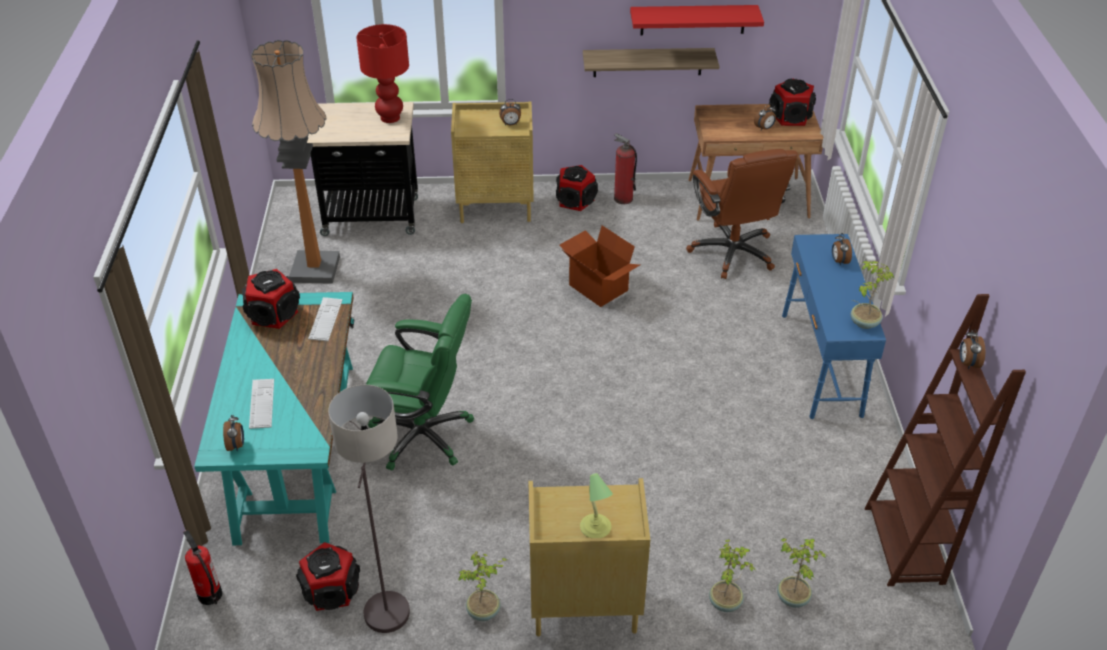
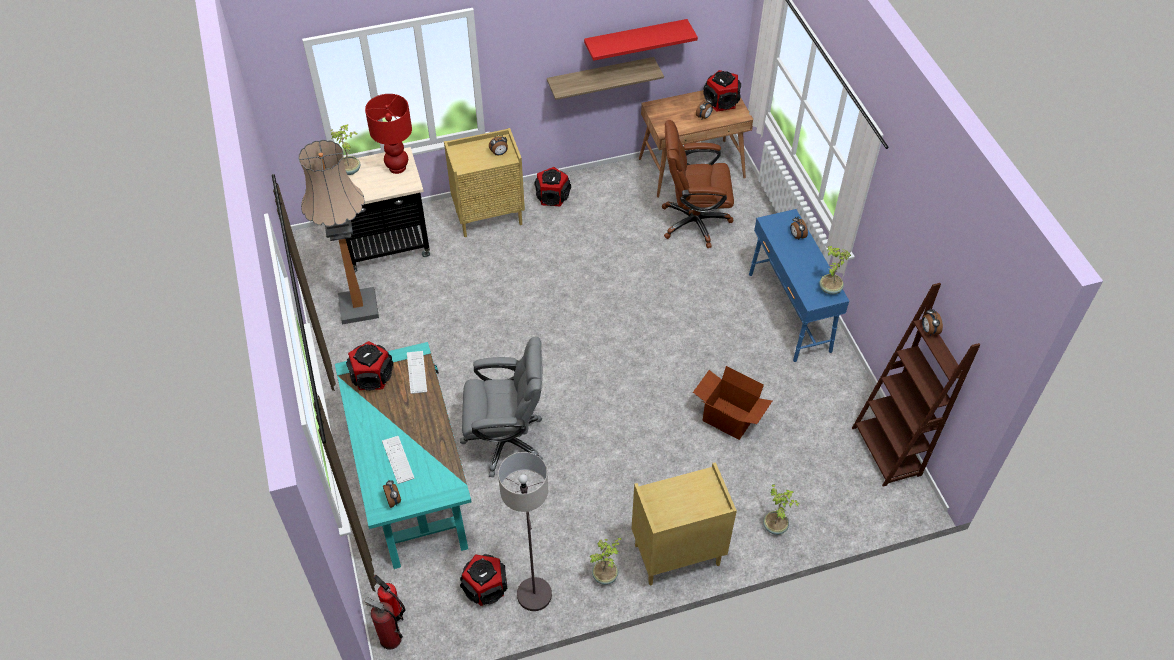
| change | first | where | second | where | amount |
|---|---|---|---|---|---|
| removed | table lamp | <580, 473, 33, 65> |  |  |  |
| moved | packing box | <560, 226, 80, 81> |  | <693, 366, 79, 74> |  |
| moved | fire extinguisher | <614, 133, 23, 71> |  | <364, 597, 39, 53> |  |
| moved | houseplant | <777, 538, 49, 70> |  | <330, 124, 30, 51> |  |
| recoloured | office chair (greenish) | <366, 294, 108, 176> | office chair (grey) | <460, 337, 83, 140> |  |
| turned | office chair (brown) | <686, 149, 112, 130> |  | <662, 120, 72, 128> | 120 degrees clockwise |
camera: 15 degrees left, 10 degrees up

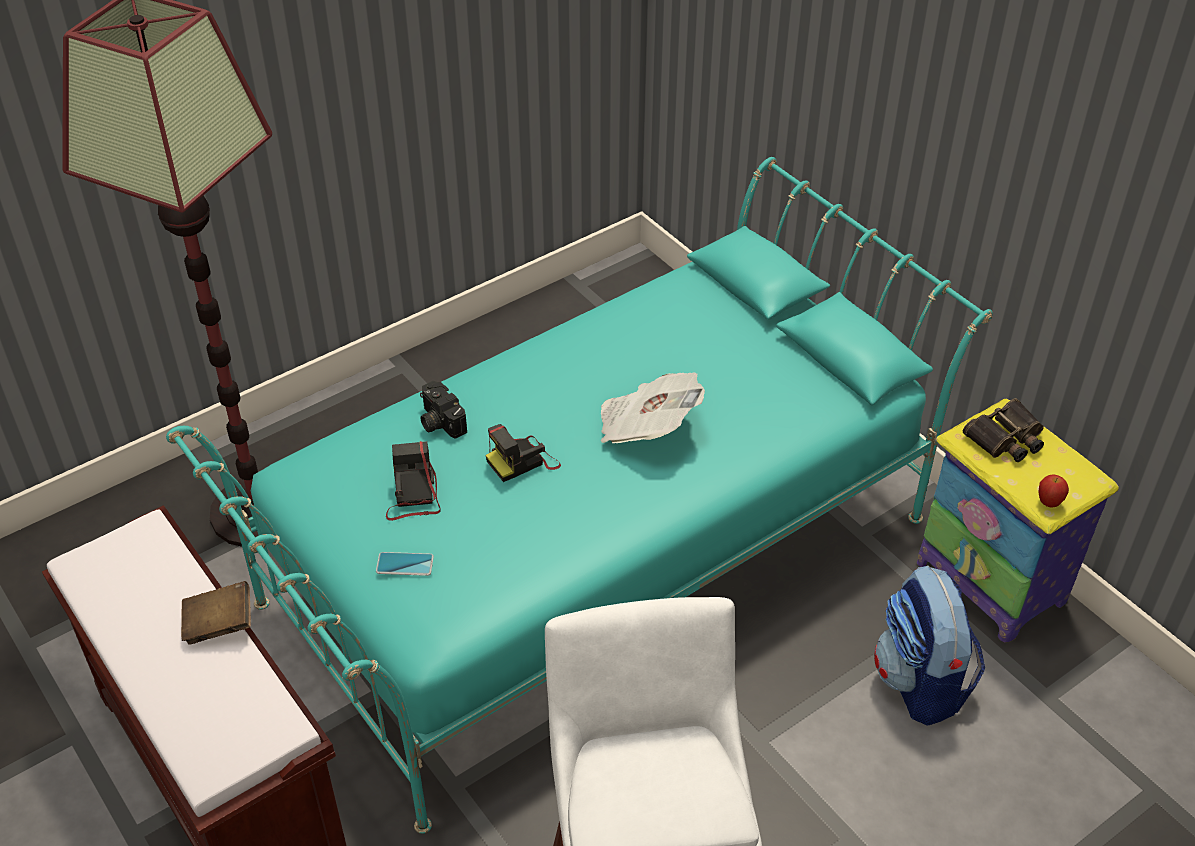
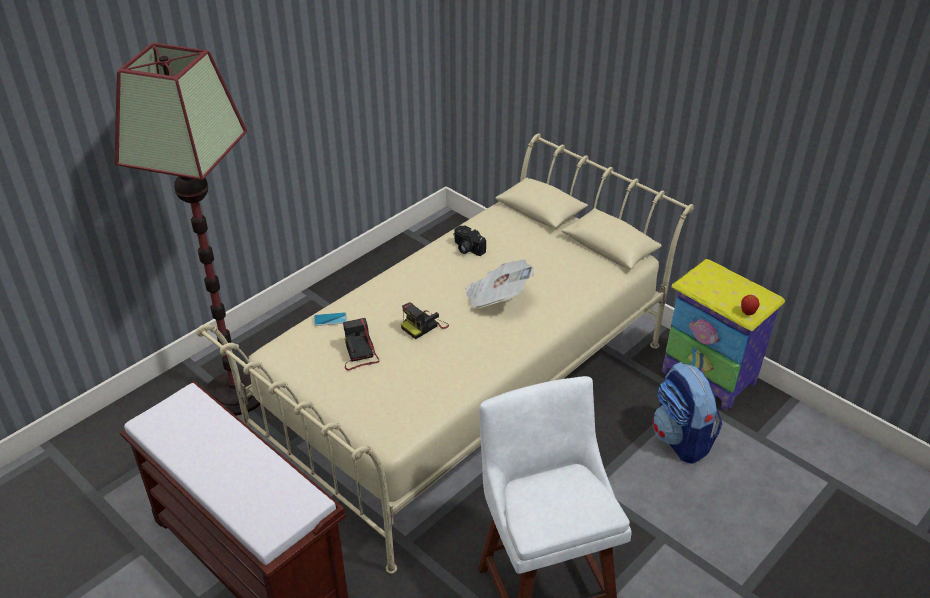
| change | first | where | second | where | amount |
|---|---|---|---|---|---|
| removed | volume (brown) | <181, 581, 70, 64> |  |  |  |
| removed | field glasses | <963, 398, 81, 64> |  |  |  |
| moved | phone | <376, 552, 58, 24> |  | <314, 312, 33, 14> |  |
| moved | still camera | <420, 381, 47, 58> |  | <453, 225, 33, 31> |  |
| recoloured | bedroom bed (blue-green) | <166, 157, 827, 677> | bedroom bed (beige) | <196, 134, 498, 440> |  |
camera: 10 degrees left, 5 degrees down

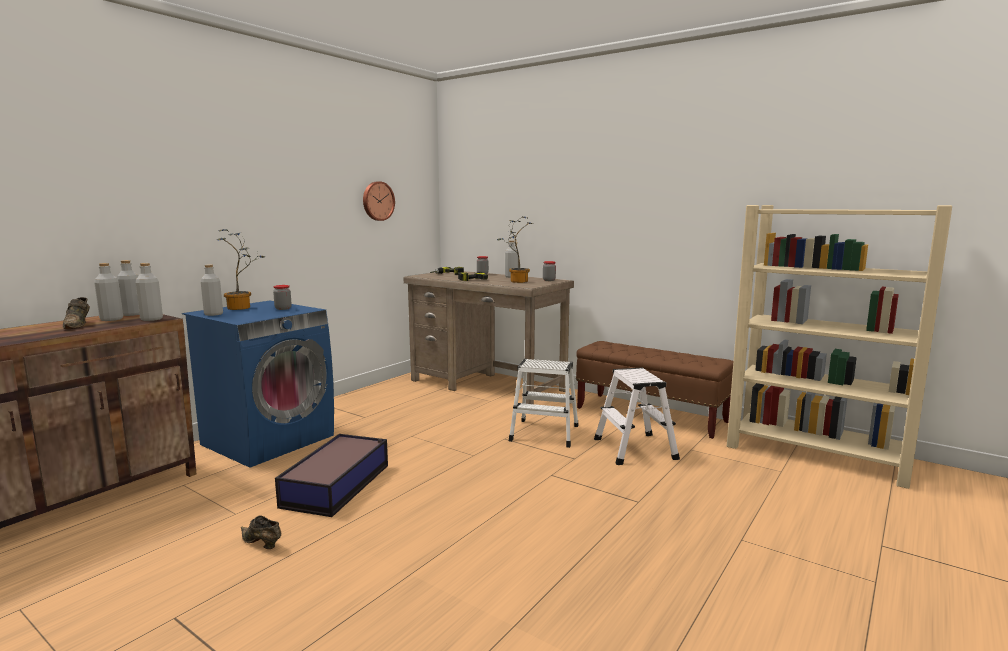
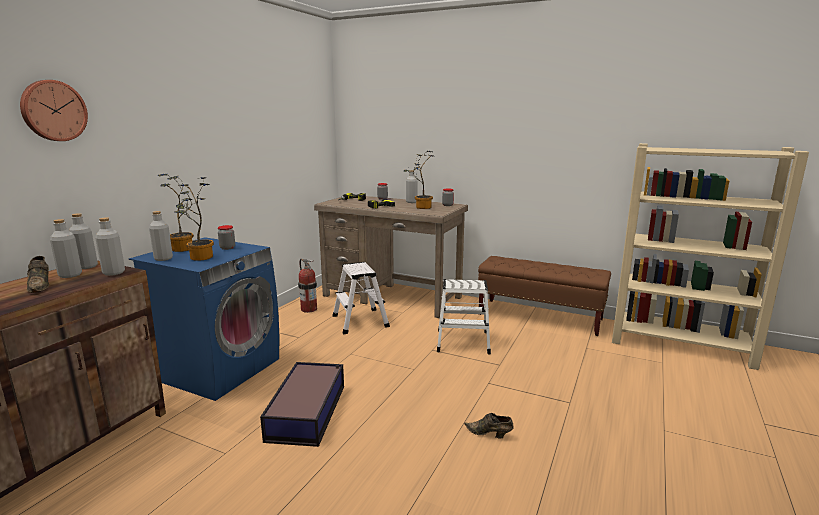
| change | first | where | second | where | amount |
|---|---|---|---|---|---|
| added |  |  | houseplant | <174, 177, 40, 84> |  |
| added |  |  | fire extinguisher | <298, 259, 19, 54> |  |
| moved | low shoe (brown) | <241, 516, 41, 33> |  | <464, 413, 50, 26> |  |
| moved | wall clock | <363, 181, 32, 40> |  | <20, 80, 68, 61> |  |
| moved | step ladder (white) | <594, 367, 86, 98> |  | <332, 262, 58, 72> |  |
camera: 10 degrees left, 5 degrees up

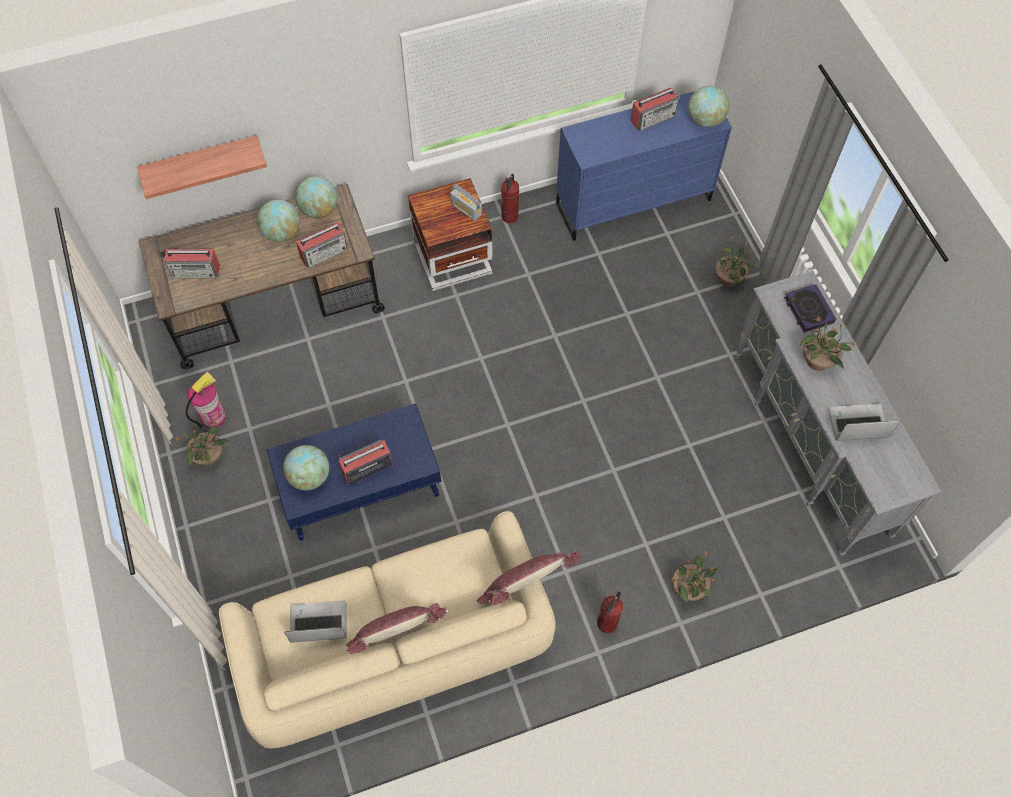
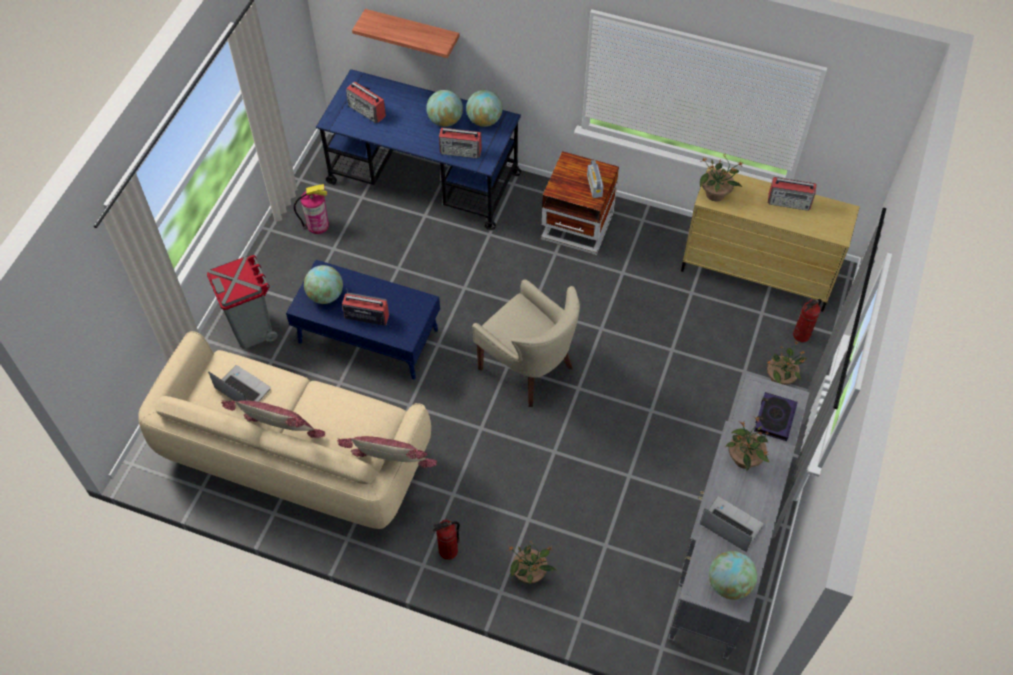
| change | first | where | second | where | amount |
|---|---|---|---|---|---|
| added |  |  | waste bin (grey) | <207, 255, 71, 94> |  |
| added |  |  | lounge chair (beige) | <472, 279, 108, 128> |  |
| moved | houseplant | <175, 421, 55, 45> |  | <700, 154, 43, 47> |  |
| moved | fire extinguisher | <501, 174, 18, 49> |  | <793, 299, 28, 43> |  |
| moved | globe | <688, 85, 41, 42> |  | <709, 551, 48, 49> |  |
| recoloured | desk unit (brown) | <139, 184, 246, 185> | desk unit (bluish) | <316, 69, 205, 161> |  |
| recoloured | drawer chest (bluish) | <556, 91, 176, 150> | drawer chest (beige) | <681, 166, 179, 146> |  |
camera: 40 degrees right, 5 degrees down

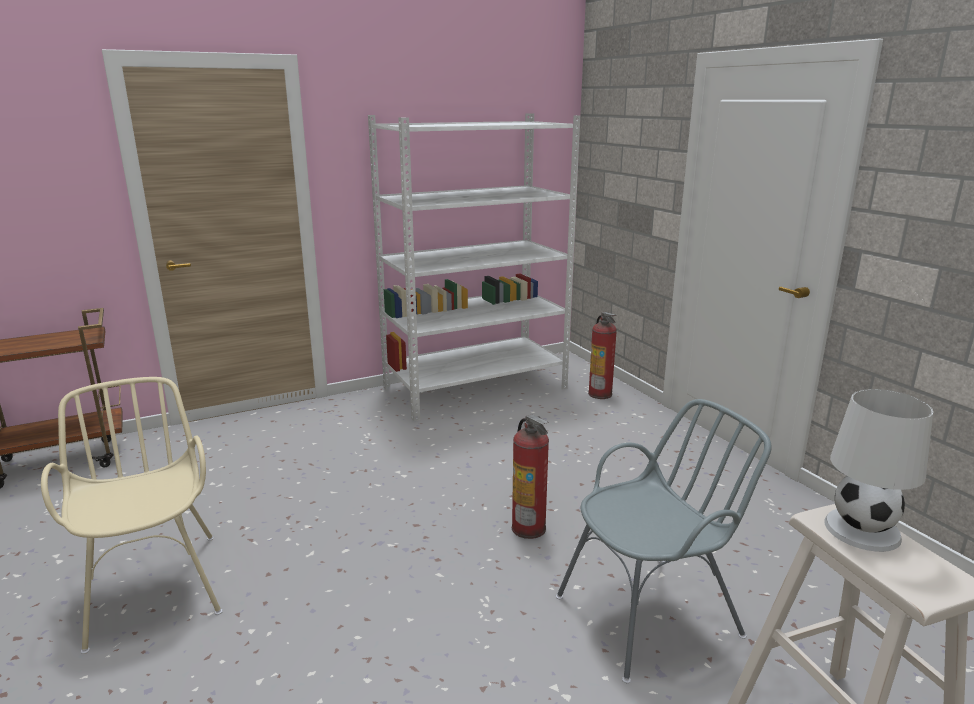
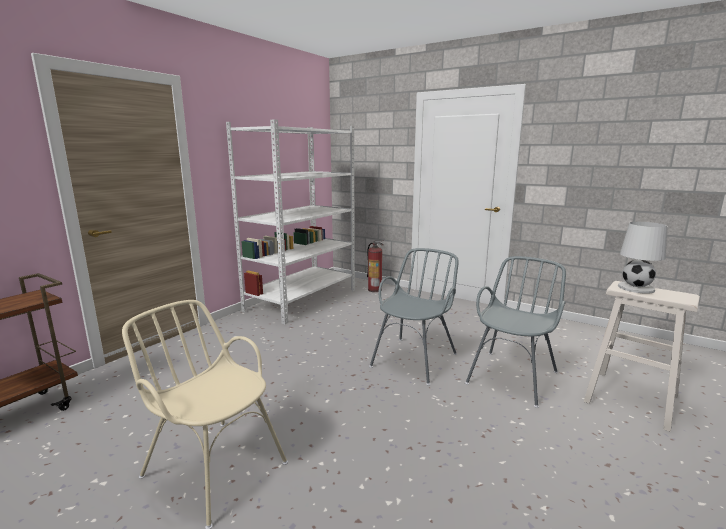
| change | first | where | second | where | amount |
|---|---|---|---|---|---|
| replaced | fire extinguisher | <512, 415, 37, 124> | upright chair (grey) | <369, 248, 90, 138> |  |
camera: 30 degrees left, 5 degrees down

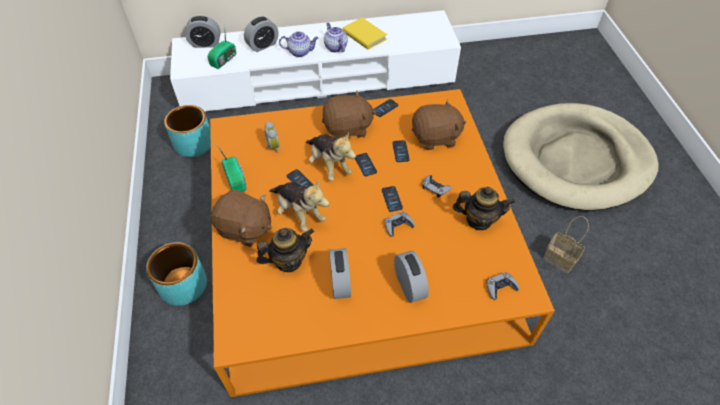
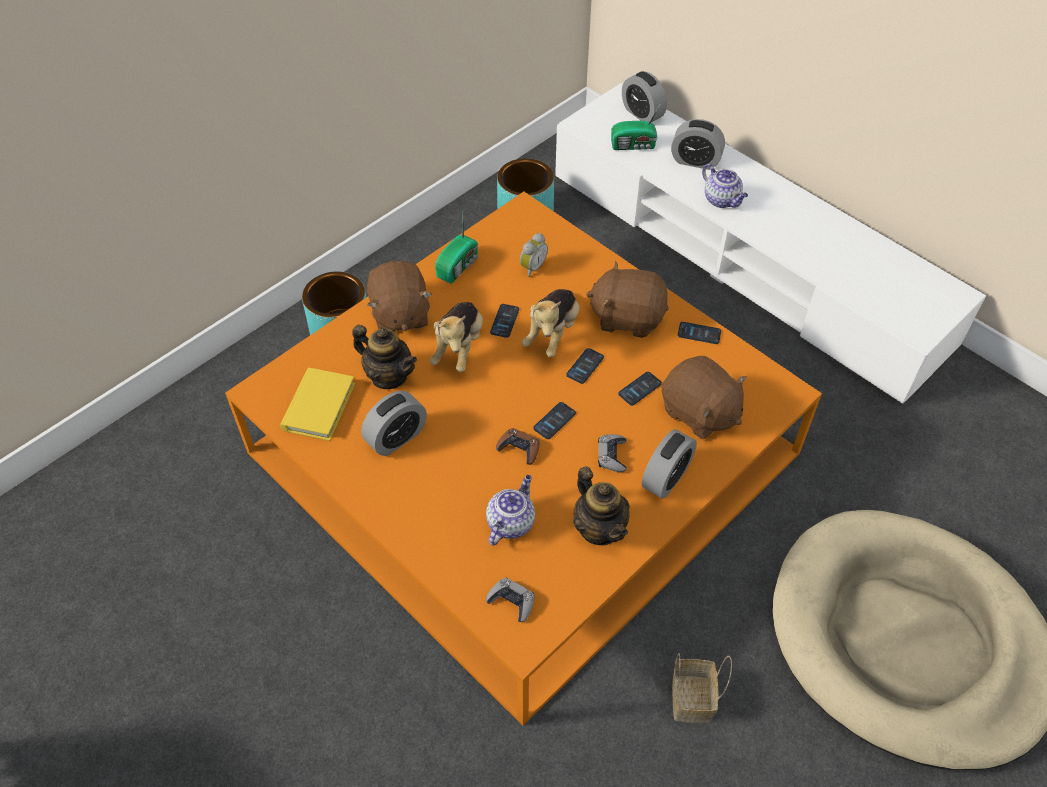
| change | first | where | second | where | amount |
|---|---|---|---|---|---|
| moved | teapot | <324, 23, 24, 29> |  | <486, 475, 49, 71> |  |
| moved | volume (yellow) | <343, 18, 44, 32> |  | <280, 368, 75, 73> |  |
| moved | table clock | <394, 251, 35, 52> |  | <642, 429, 55, 70> |  |
| recoloured | gamepad (grey) | <385, 212, 30, 25> | gamepad (brown) | <496, 428, 44, 37> |  |
| turned | soft toy (brown) | <322, 91, 54, 48> |  | <586, 261, 83, 77> | 150 degrees clockwise |
camera: 55 degrees right, 0 degrees up

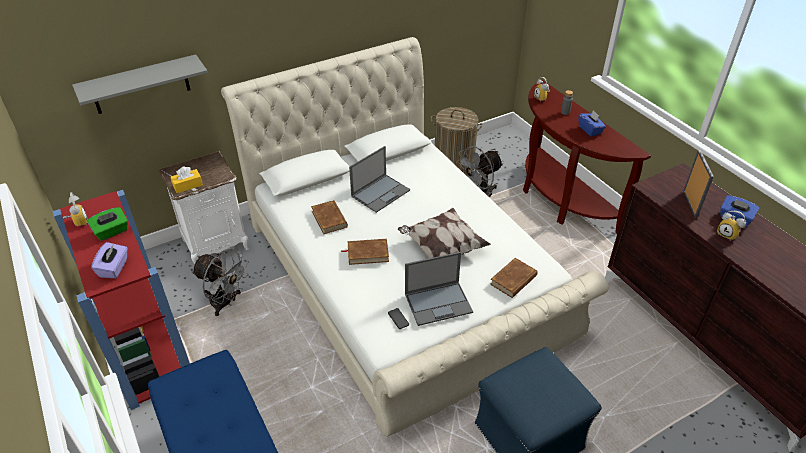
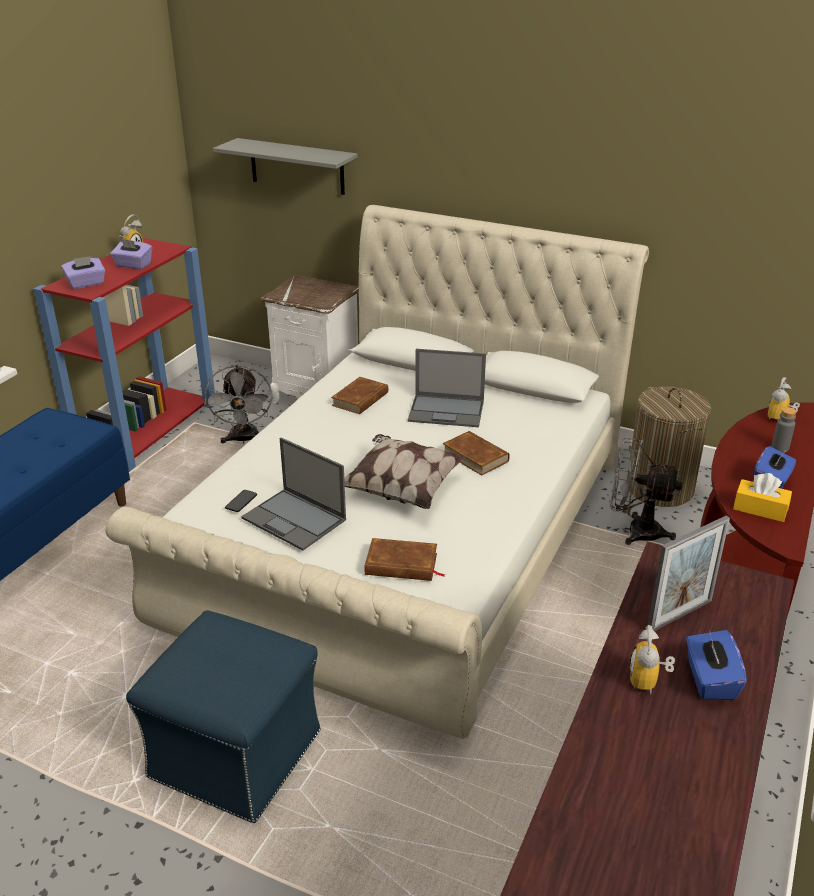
| change | first | where | second | where | amount |
|---|---|---|---|---|---|
| moved | tissue holder (yellow) | <171, 167, 32, 26> |  | <733, 473, 59, 49> |  |
| moved | volume (brown) | <341, 239, 48, 26> |  | <443, 431, 67, 45> |  |
| recoloured | tissue holder (greenish) | <87, 207, 41, 34> | tissue holder (purple-coloured) | <110, 239, 42, 30> |  |
camera: 55 degrees right, 10 degrees down

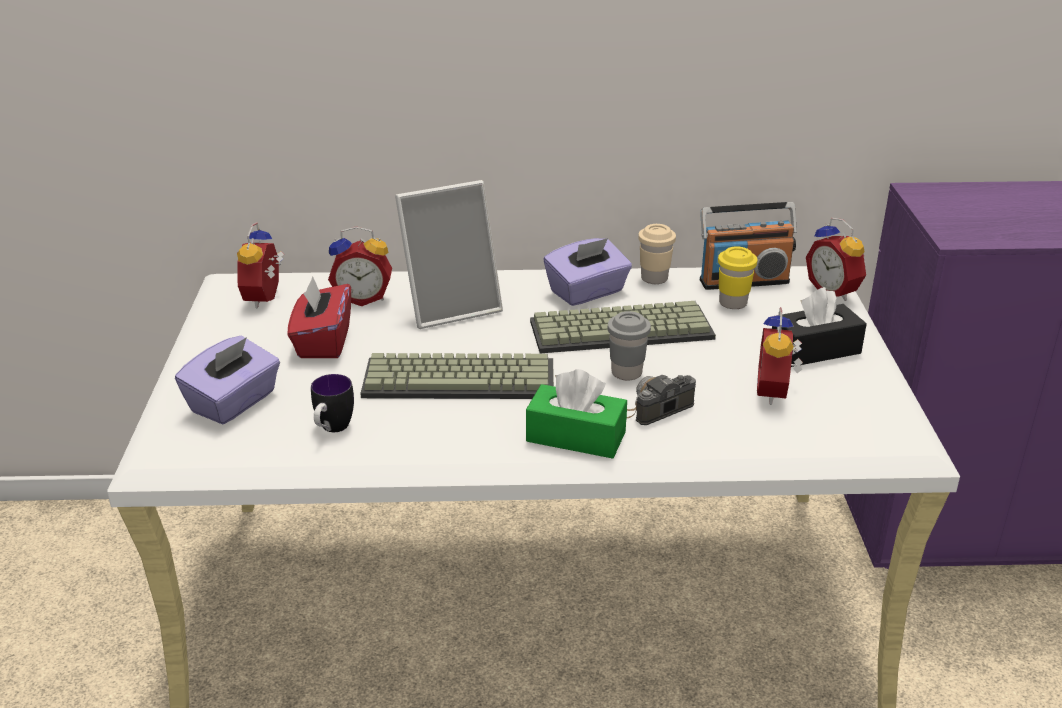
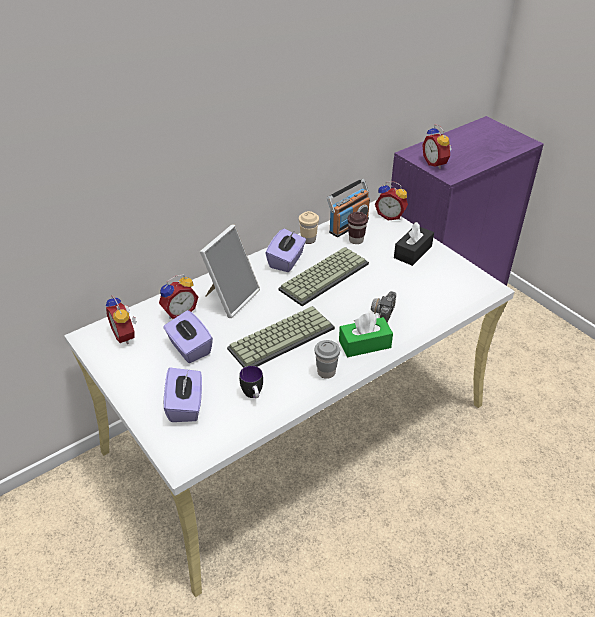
| change | first | where | second | where | amount |
|---|---|---|---|---|---|
| moved | cup (grey) | <608, 311, 43, 70> |  | <315, 340, 25, 39> |  |
| moved | table clock | <757, 307, 46, 98> |  | <422, 124, 30, 45> |  |
| recoloured | tissue holder (red-coloured) | <288, 276, 63, 82> | tissue holder (purple-coloured) | <163, 310, 50, 53> |  |
| recoloured | cup (yellow) | <718, 246, 40, 63> | cup (brown) | <347, 212, 21, 32> |  |
camera: 35 degrees left, 10 degrees up

